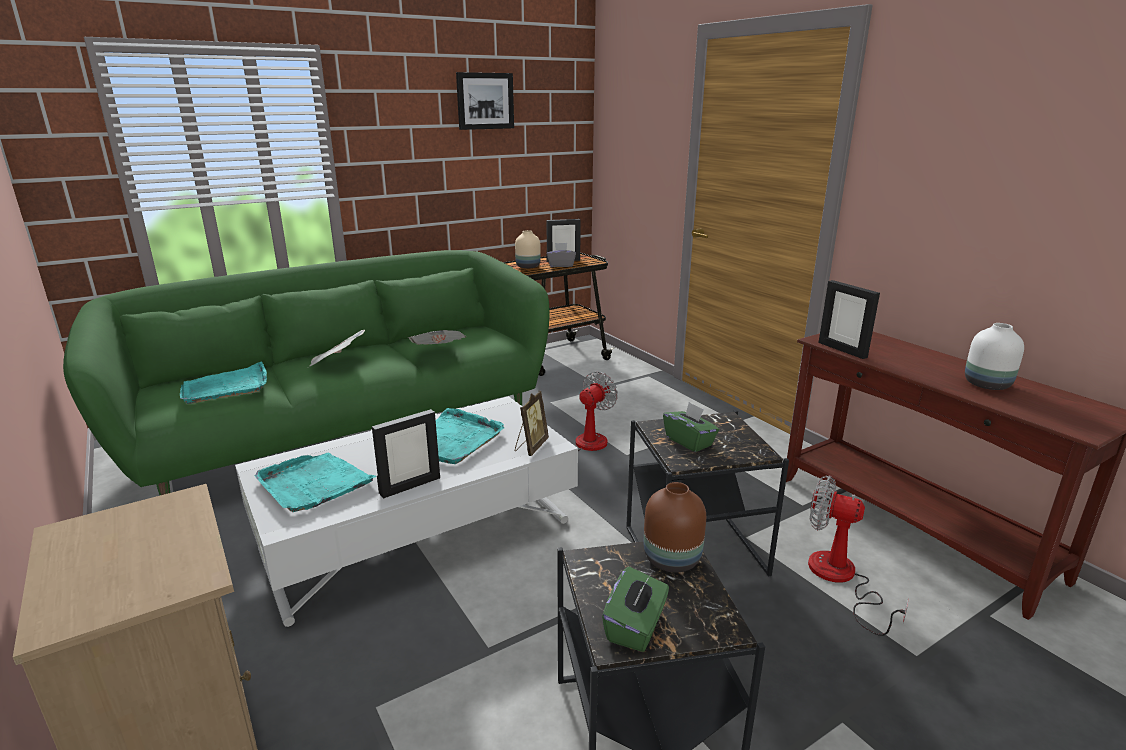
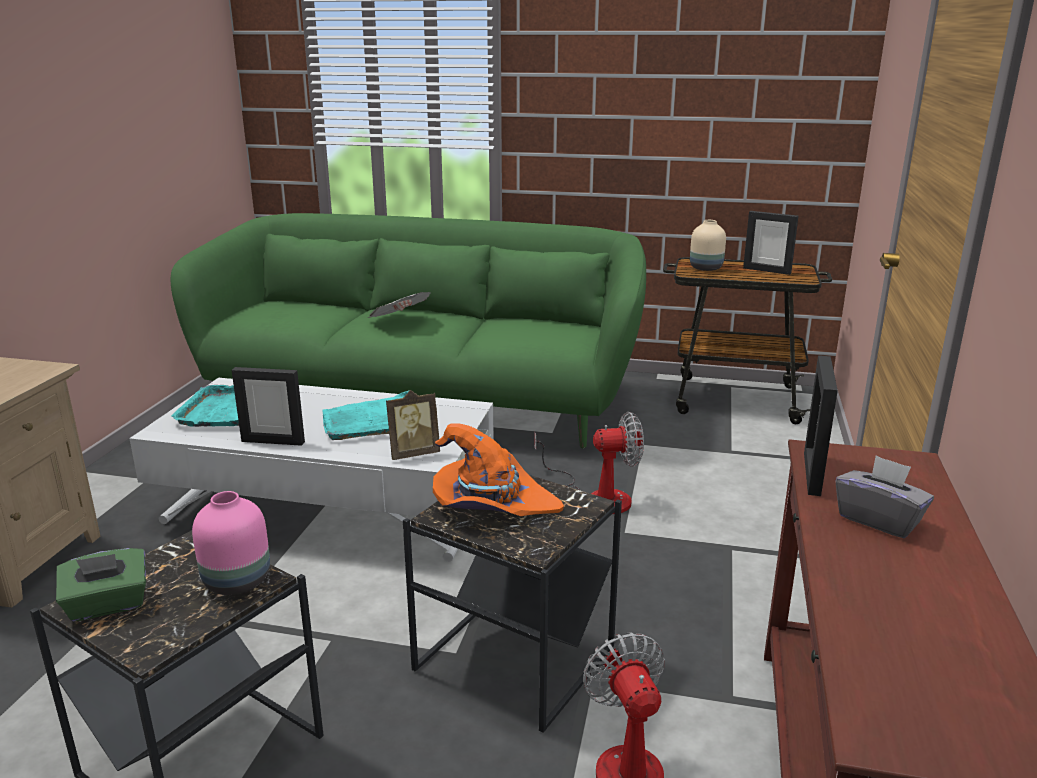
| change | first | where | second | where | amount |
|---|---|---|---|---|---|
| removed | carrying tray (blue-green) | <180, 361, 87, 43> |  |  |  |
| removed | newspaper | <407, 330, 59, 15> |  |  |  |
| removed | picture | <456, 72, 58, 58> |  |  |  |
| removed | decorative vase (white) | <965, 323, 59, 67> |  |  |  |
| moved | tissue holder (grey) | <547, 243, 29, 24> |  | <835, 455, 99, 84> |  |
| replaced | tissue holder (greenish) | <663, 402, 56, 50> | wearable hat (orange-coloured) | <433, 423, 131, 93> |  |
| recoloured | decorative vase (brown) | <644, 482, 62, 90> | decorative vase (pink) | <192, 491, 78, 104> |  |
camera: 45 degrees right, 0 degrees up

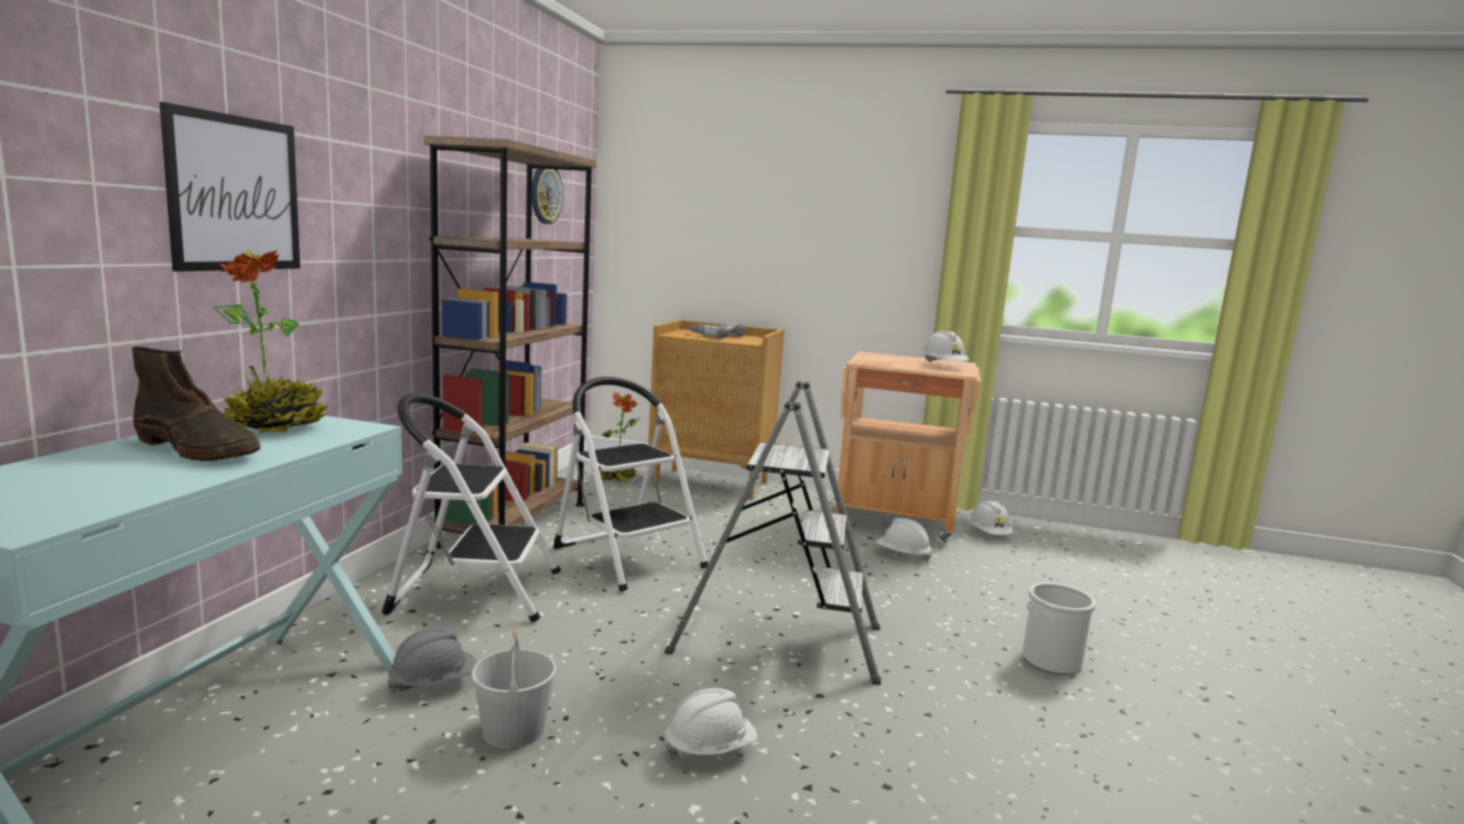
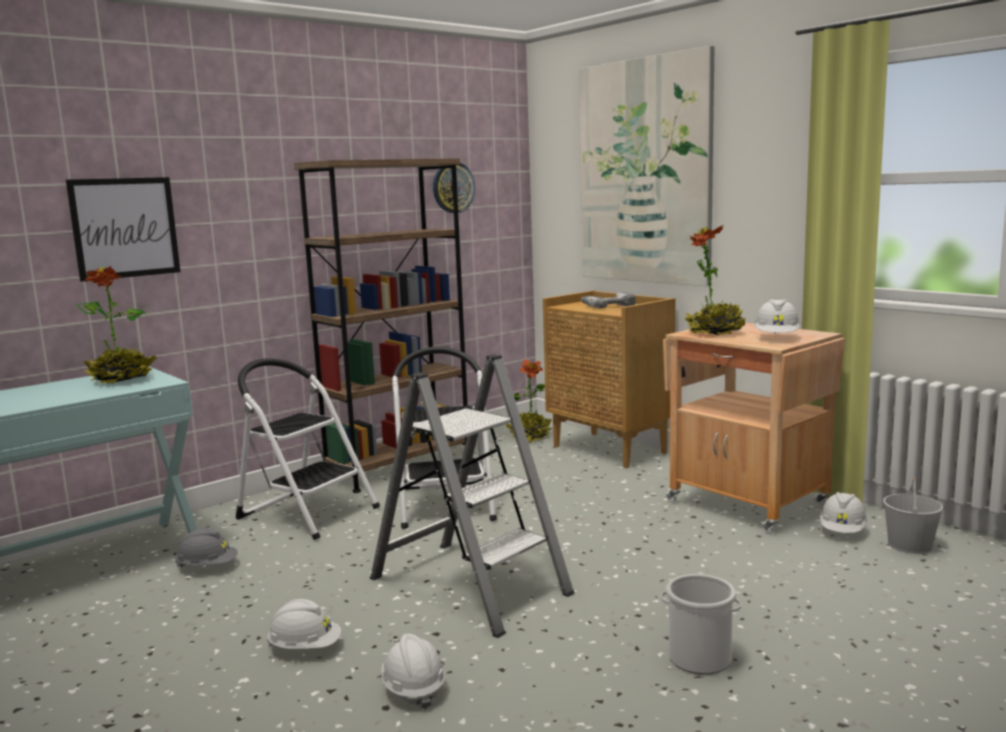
| change | first | where | second | where | amount |
|---|---|---|---|---|---|
| removed | boot (brown) | <132, 347, 129, 114> |  |  |  |
| added |  |  | picture | <579, 46, 136, 240> |  |
| added |  |  | houseplant | <685, 225, 61, 110> |  |
| moved | water bucket (white) | <472, 630, 84, 119> |  | <883, 477, 60, 77> |  |
| moved | safety helmet (white) | <876, 518, 56, 44> |  | <381, 633, 64, 76> |  |
camera: 35 degrees right, 0 degrees up

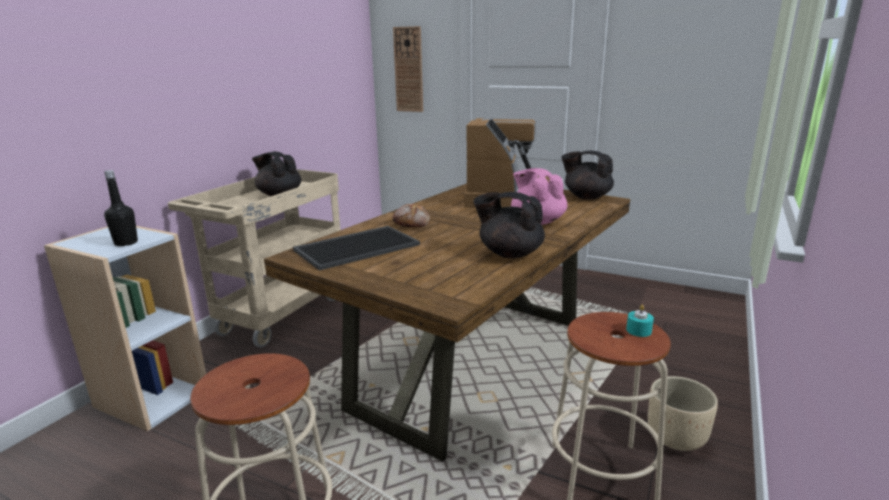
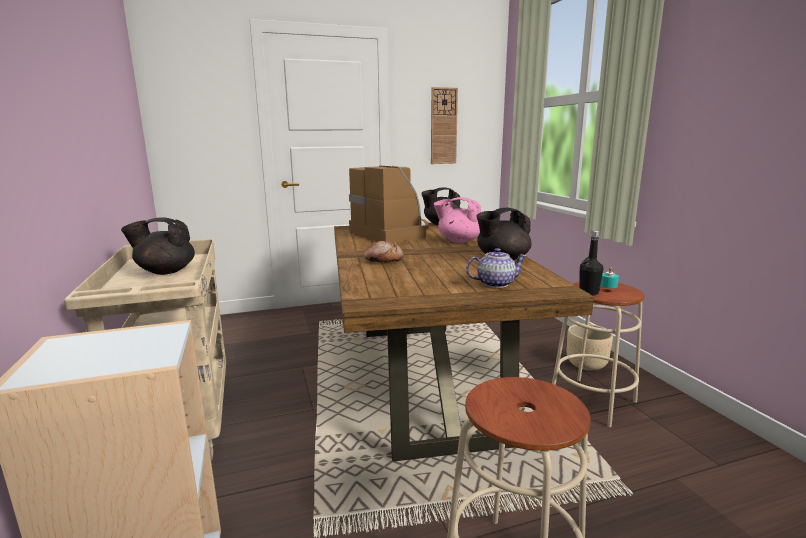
| change | first | where | second | where | amount |
|---|---|---|---|---|---|
| removed | carrying tray | <293, 226, 127, 45> |  |  |  |
| added |  |  | teapot | <466, 248, 61, 40> |  |
| moved | drink bottle (black) | <104, 170, 34, 76> |  | <579, 231, 24, 64> |  |
| moved | wall clock | <393, 26, 30, 86> |  | <431, 87, 27, 77> |  |
camera: 45 degrees left, 5 degrees down

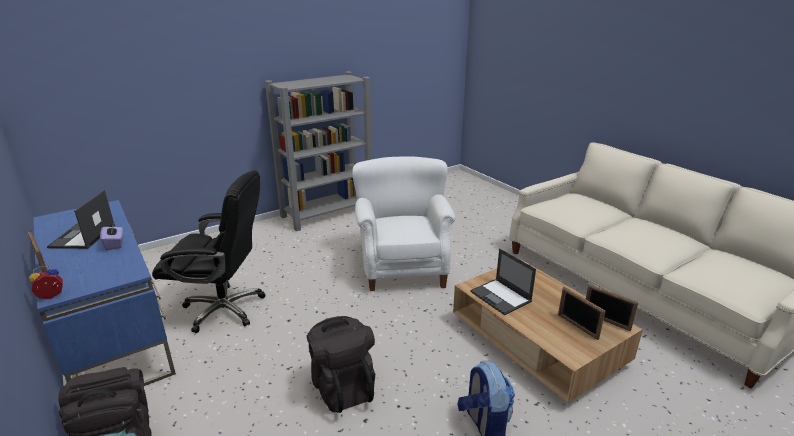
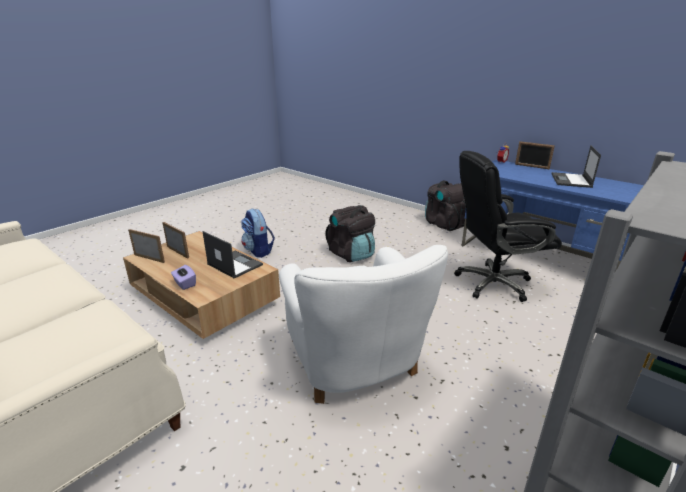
| change | first | where | second | where | amount |
|---|---|---|---|---|---|
| moved | tissue holder (purple-coloured) | <100, 223, 23, 27> |  | <171, 265, 25, 25> |  |
| turned | notebook computer | <47, 190, 68, 59> |  | <552, 146, 49, 42> | 150 degrees counterclockwise |
camera: 165 degrees right, 0 degrees up

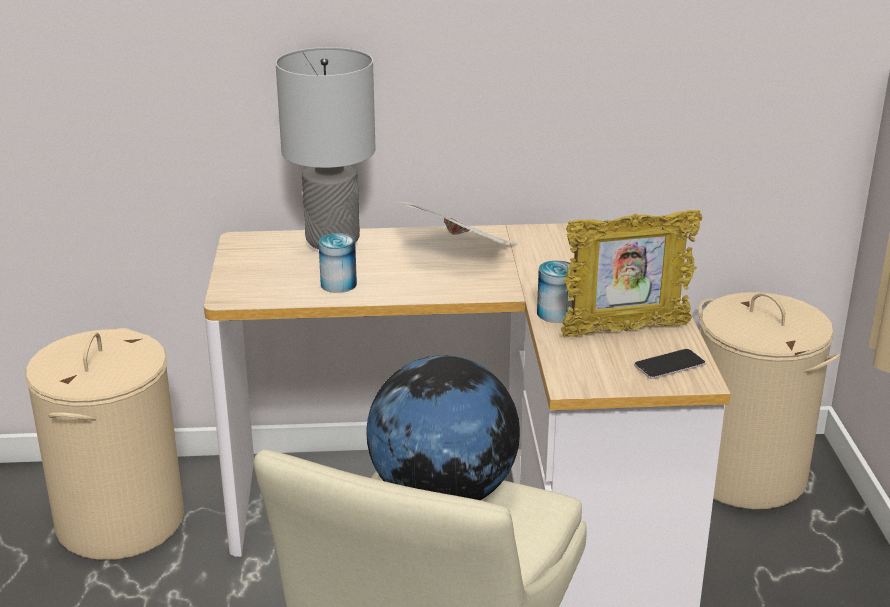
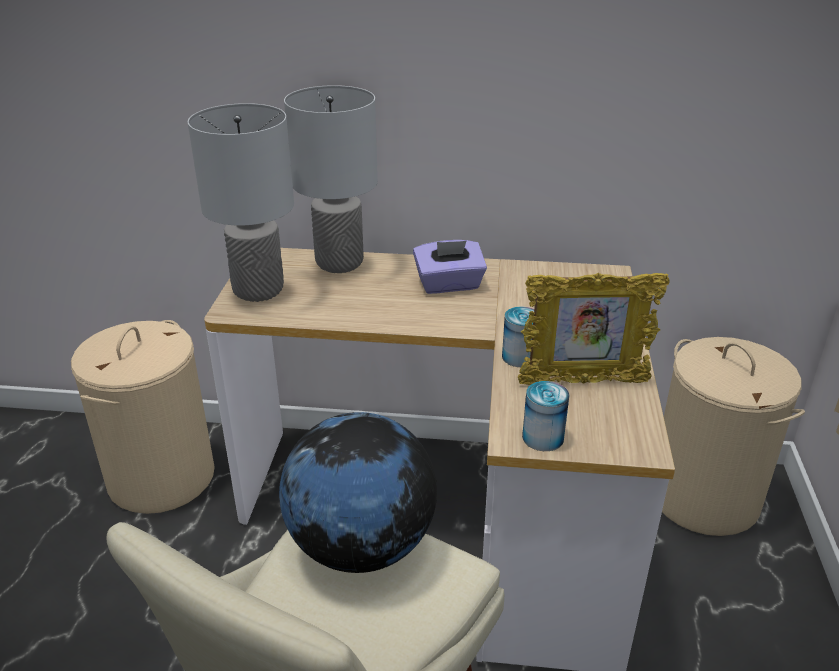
| change | first | where | second | where | amount |
|---|---|---|---|---|---|
| removed | phone | <634, 349, 72, 30> |  |  |  |
| added |  |  | table lamp (grey) | <188, 103, 106, 199> |  |
| moved | sealed can | <318, 233, 39, 60> |  | <522, 381, 47, 70> |  |
| replaced | newspaper | <397, 201, 121, 44> | tissue holder (purple-coloured) | <413, 240, 74, 54> |  |
camera: 10 degrees right, 5 degrees up

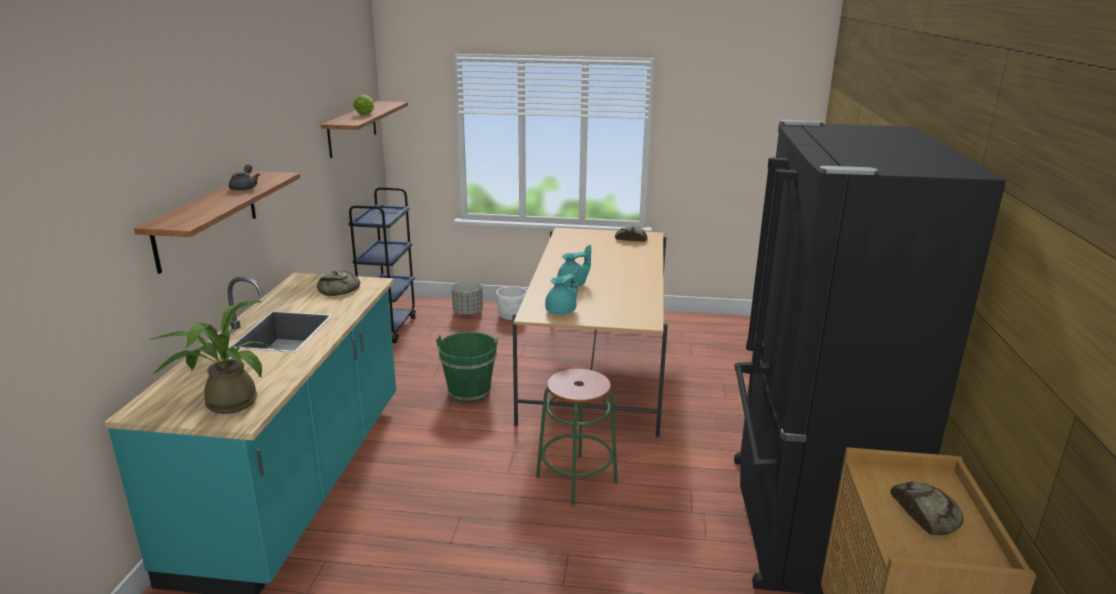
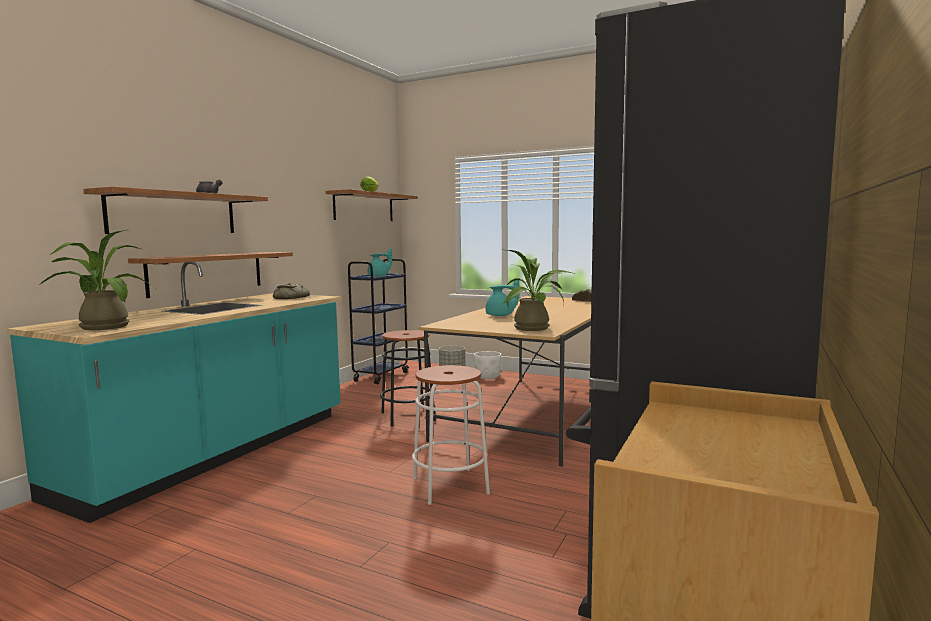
| change | first | where | second | where | amount |
|---|---|---|---|---|---|
| removed | bakery bread | <891, 482, 73, 53> |  |  |  |
| added |  |  | shelf | <128, 252, 165, 46> |  |
| added |  |  | houseplant | <503, 250, 73, 81> |  |
| moved | teapot (blue-green) | <545, 266, 33, 48> |  | <368, 248, 24, 28> |  |
| replaced | water bucket (greenish) | <436, 332, 62, 71> | sitting stool (black) | <380, 330, 56, 97> |  |
| recoloured | sitting stool (greenish) | <536, 369, 82, 137> | sitting stool (white) | <412, 365, 78, 140> |  |
camera: 20 degrees right, 15 degrees down

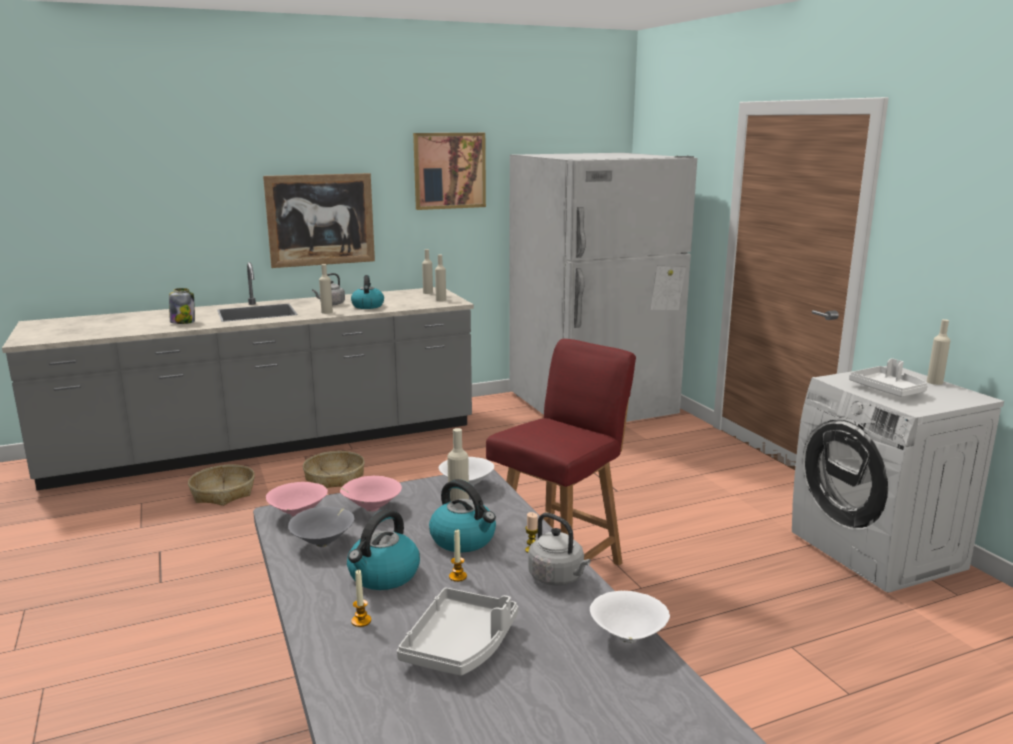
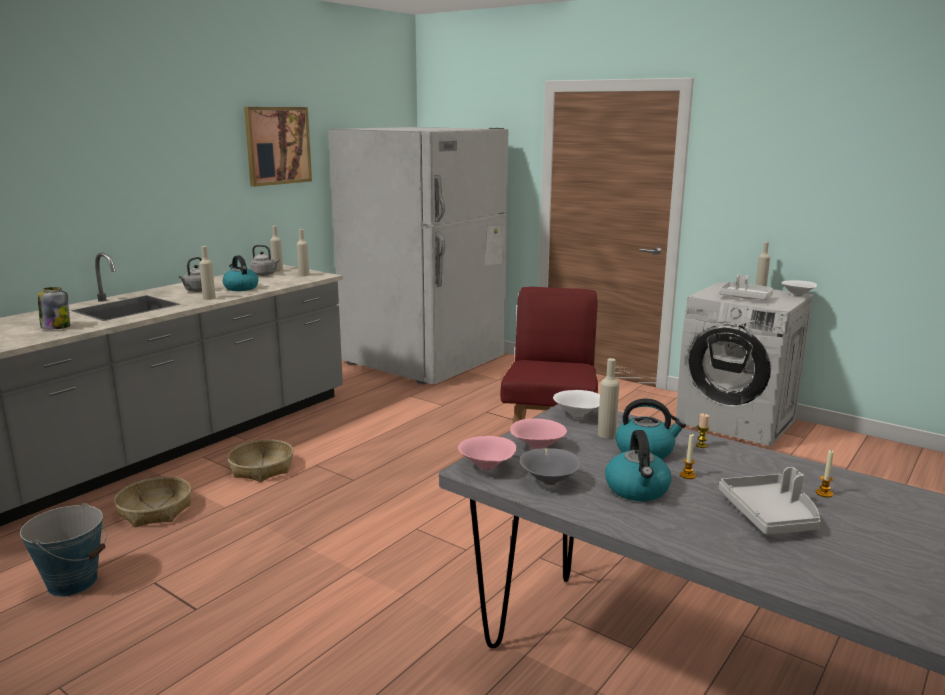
| change | first | where | second | where | amount |
|---|---|---|---|---|---|
| removed | picture | <263, 173, 112, 95> |  |  |  |
| added |  |  | water bucket | <20, 503, 87, 94> |  |
| moved | candle | <351, 570, 20, 57> |  | <816, 450, 18, 48> |  |
| moved | water kettle (grey) | <528, 513, 63, 73> |  | <250, 245, 30, 31> |  |
| moved | deep dish (white) | <590, 591, 80, 52> |  | <782, 280, 35, 16> |  |
camera: 30 degrees left, 0 degrees up

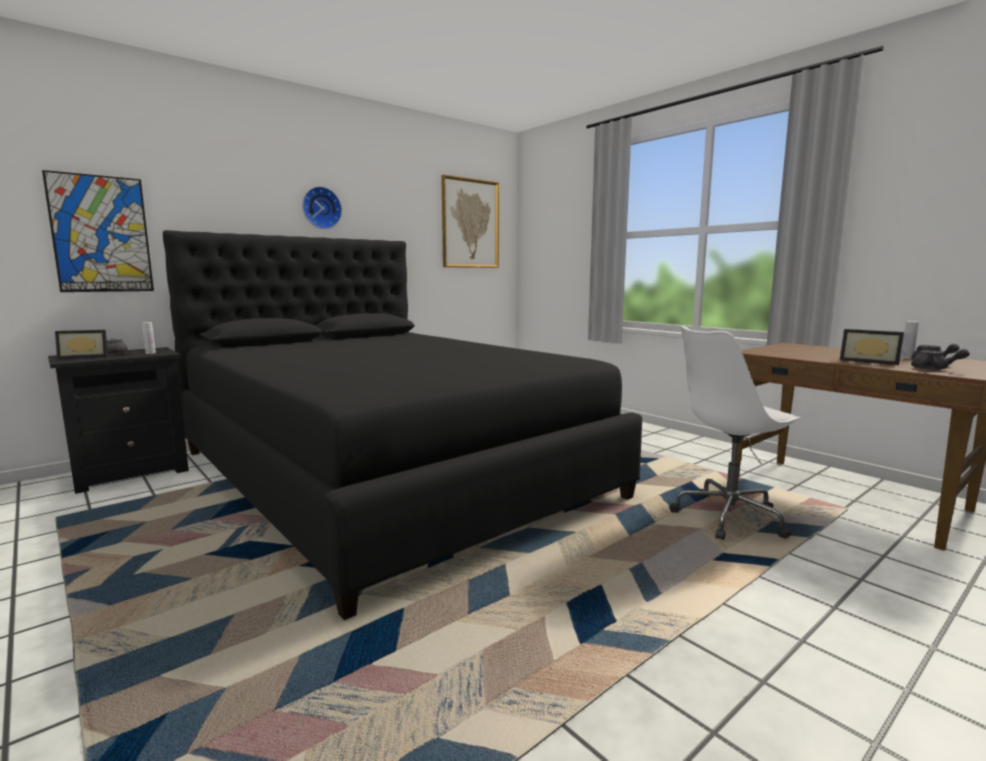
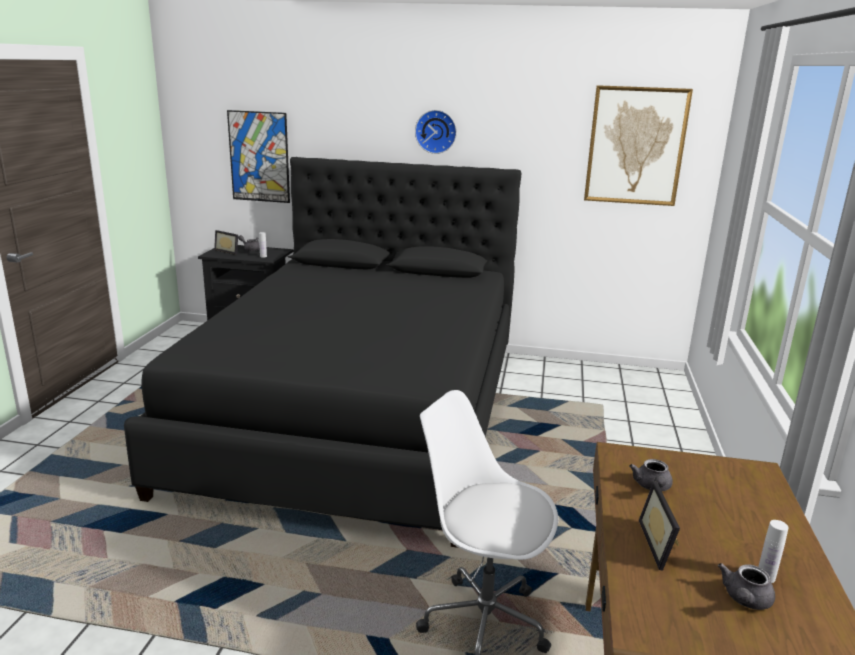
| change | first | where | second | where | amount |
|---|---|---|---|---|---|
| moved | teapot (grey) | <911, 349, 59, 21> |  | <629, 459, 44, 32> |  |
camera: 50 degrees right, 10 degrees up

